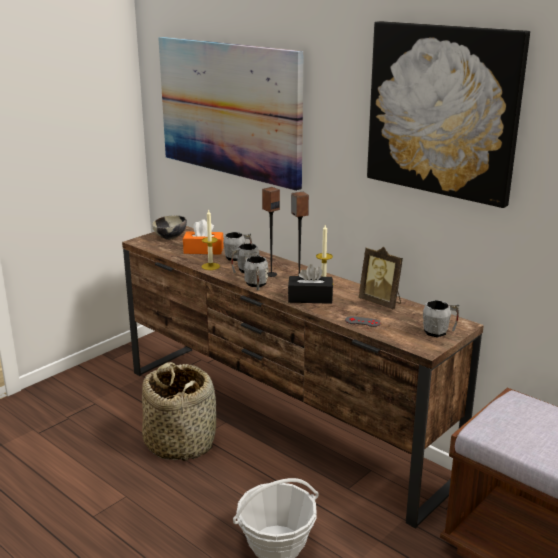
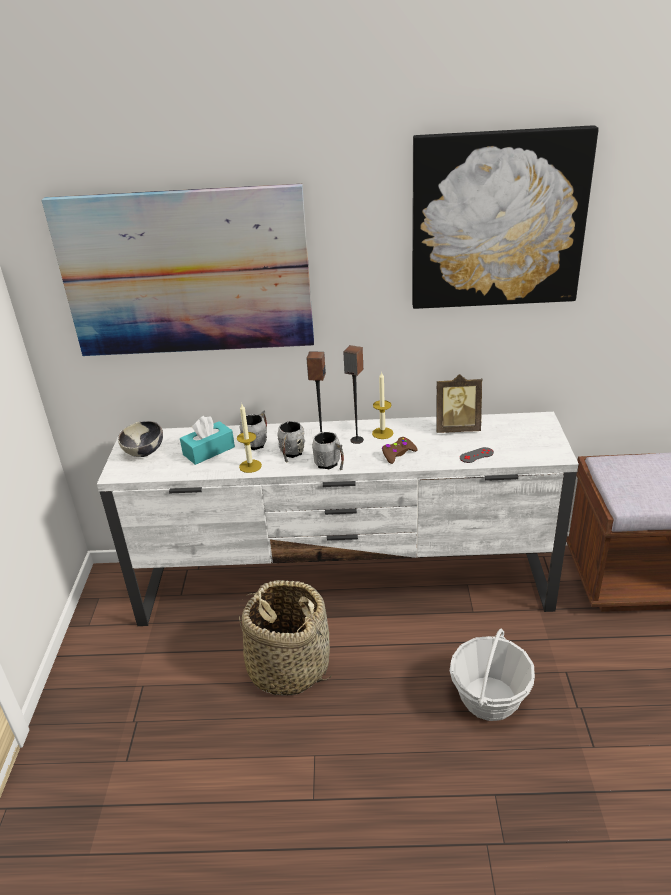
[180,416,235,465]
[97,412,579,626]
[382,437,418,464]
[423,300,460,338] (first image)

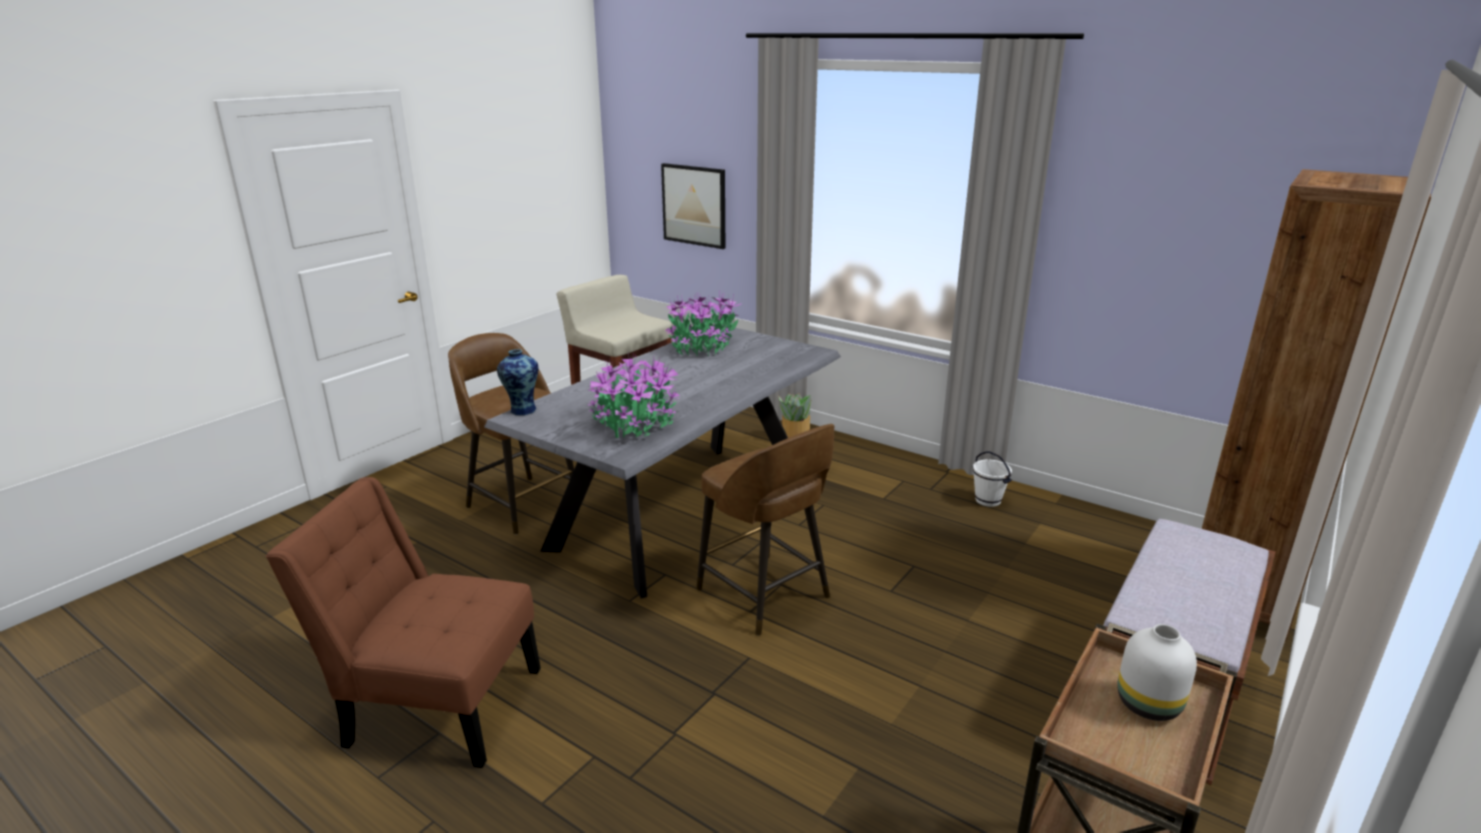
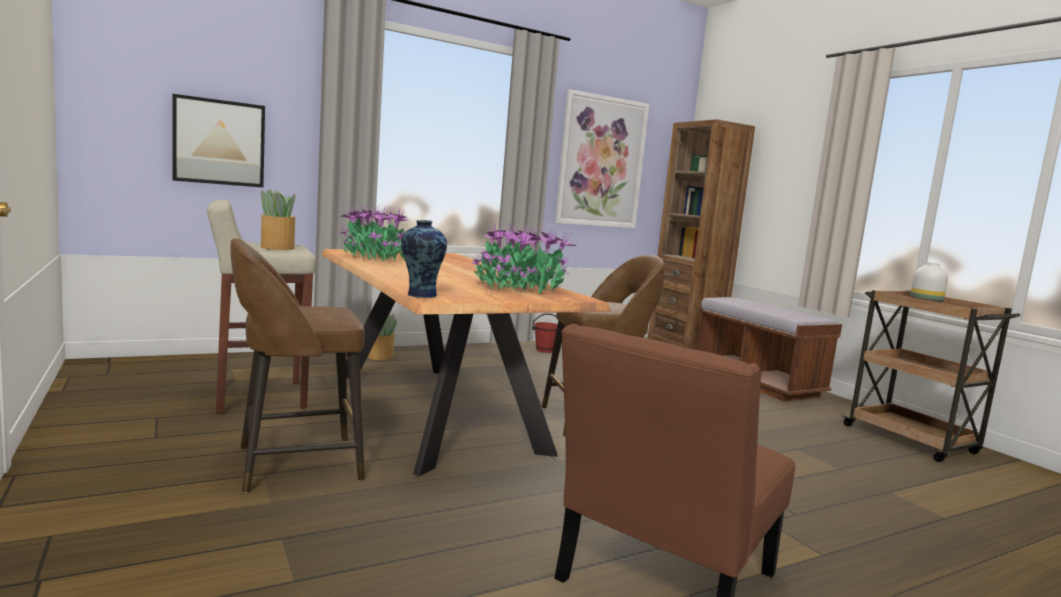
[321,249,611,476]
[532,313,558,353]
[555,89,649,228]
[261,189,296,250]

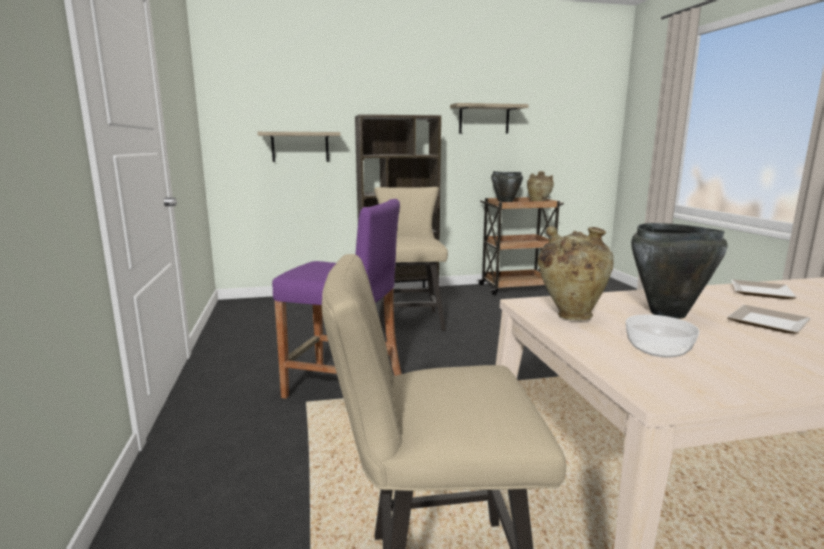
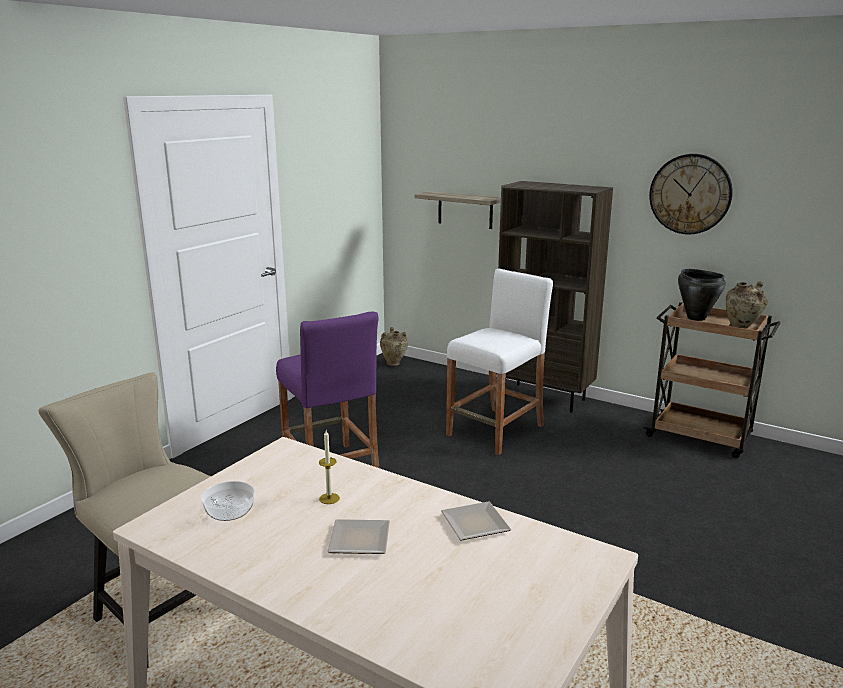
[649,154,733,235]
[446,269,553,455]
[319,430,340,504]
[380,327,408,366]

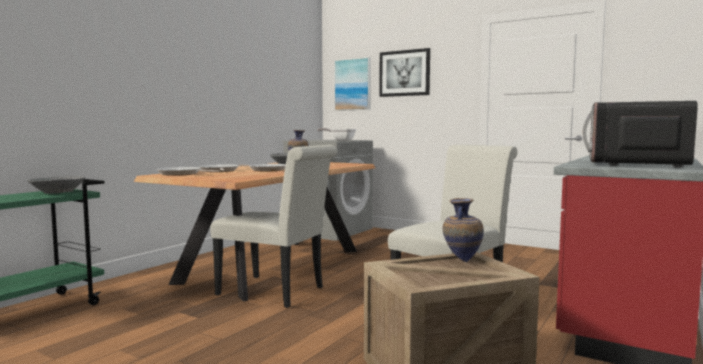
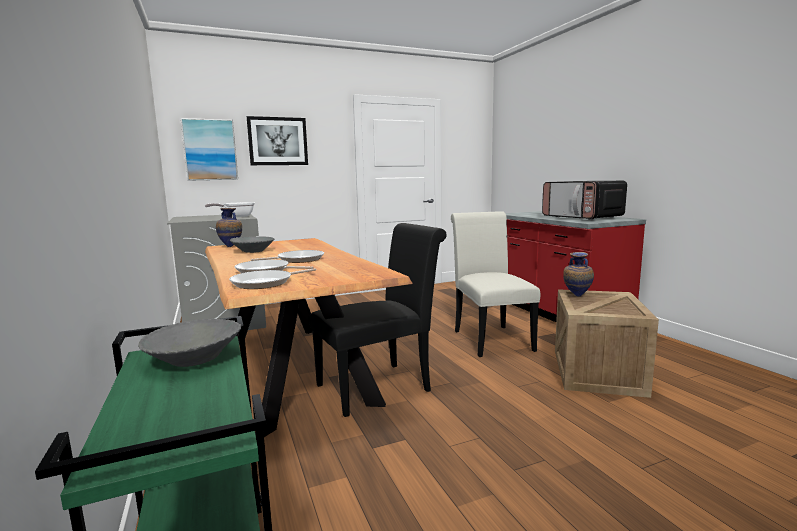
[309,223,447,417]

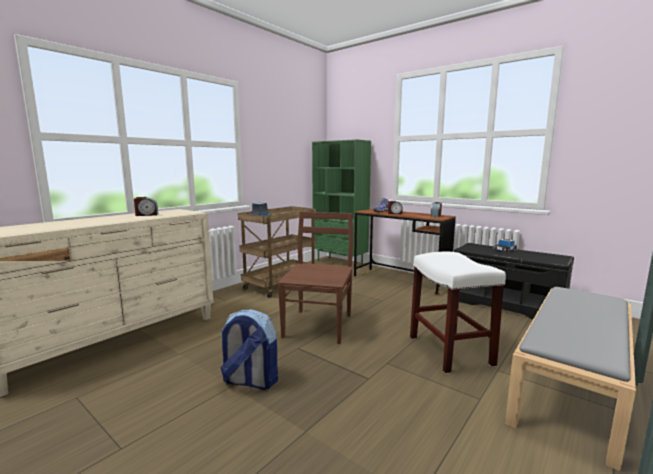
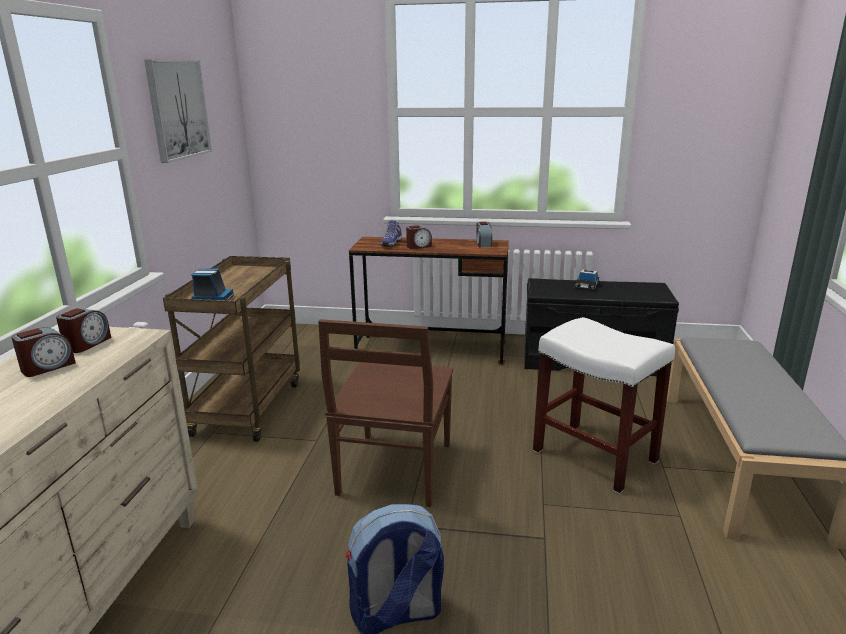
[312,139,371,265] (first image)
[318,319,453,507]
[144,59,212,163]
[56,308,111,353]

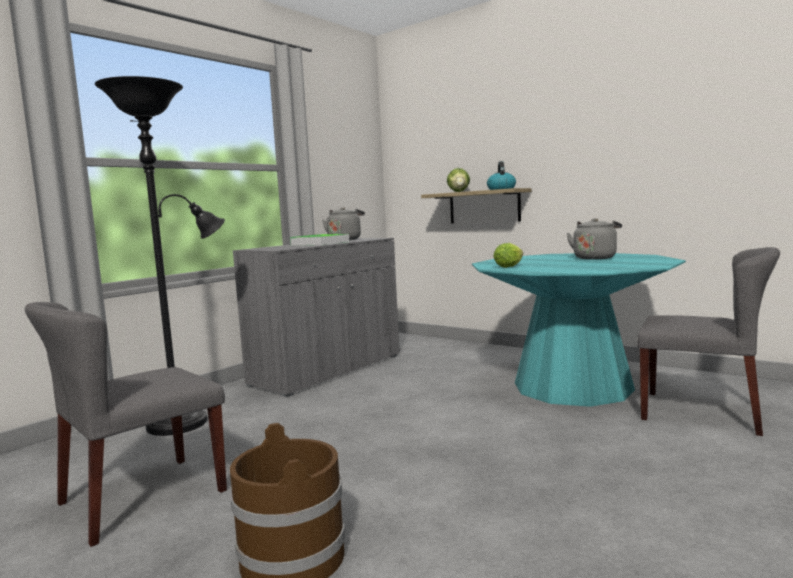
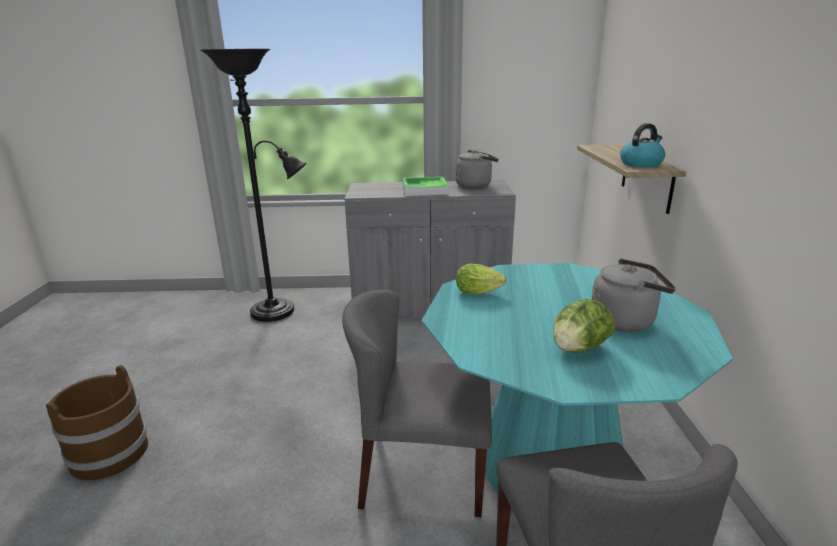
[553,299,615,353]
[342,289,492,517]

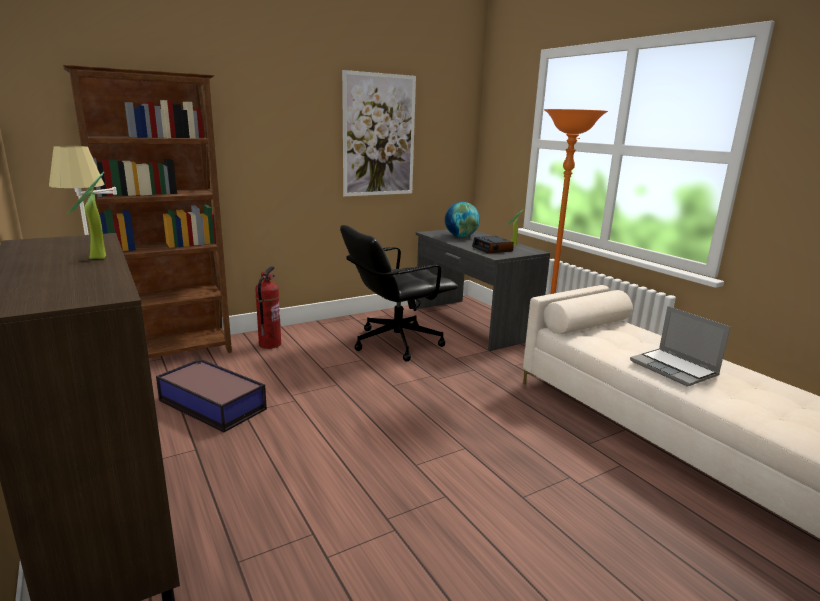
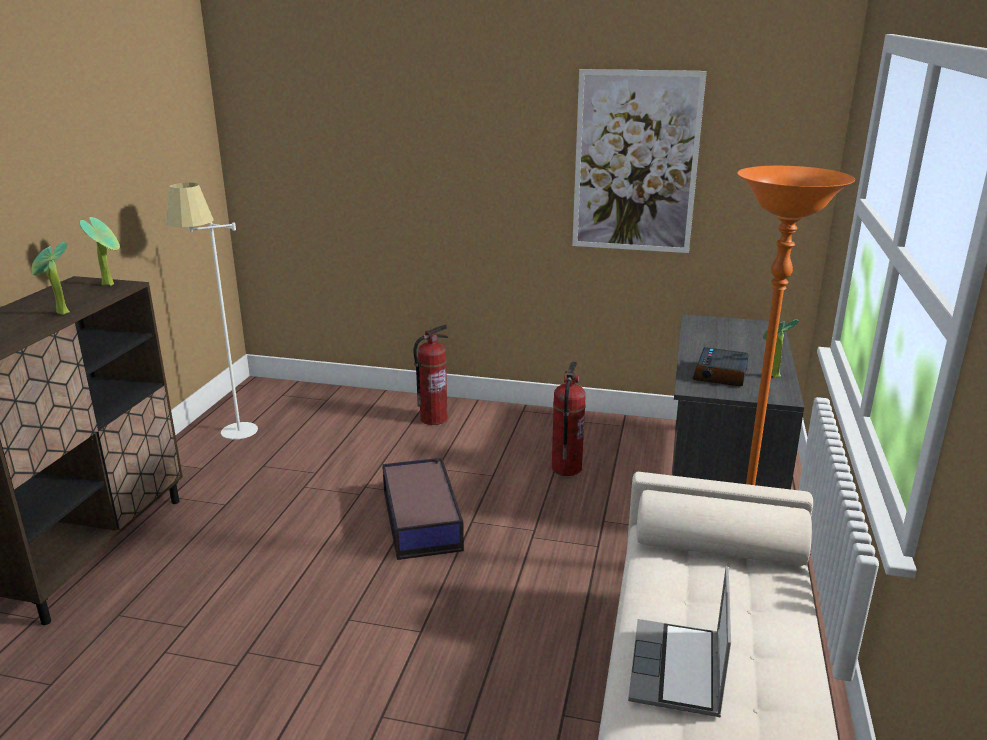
[63,65,232,358] (first image)
[445,202,480,237] (first image)
[552,361,586,476]
[382,458,464,560]
[79,217,120,286]

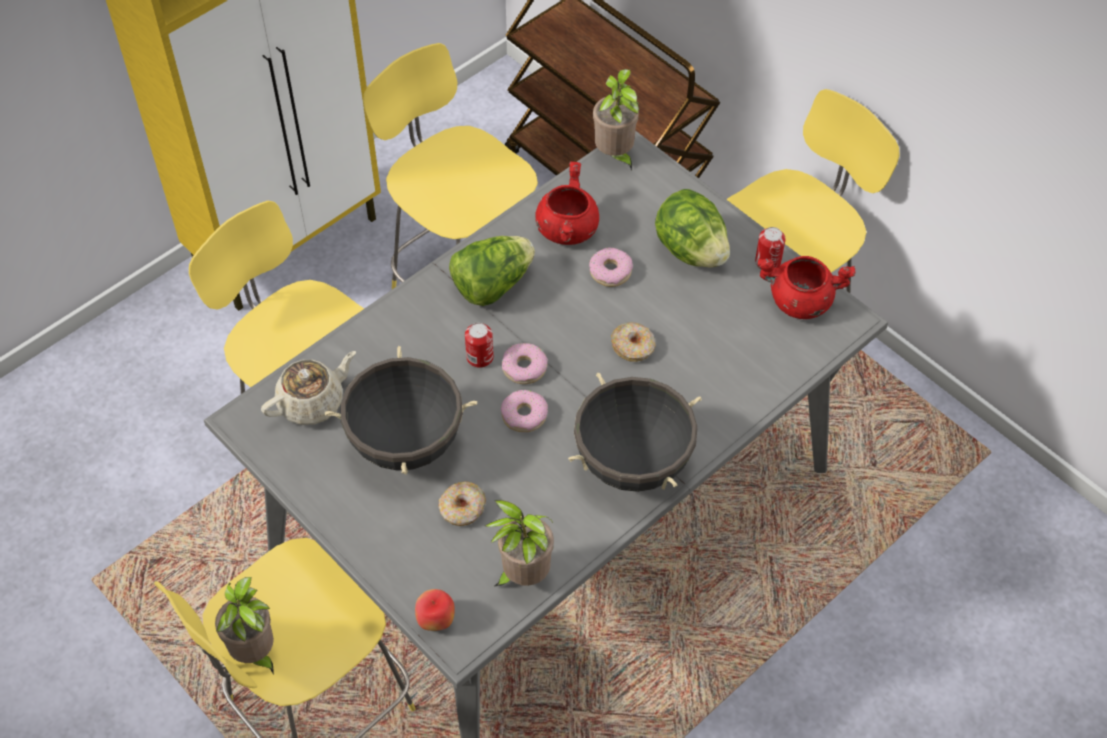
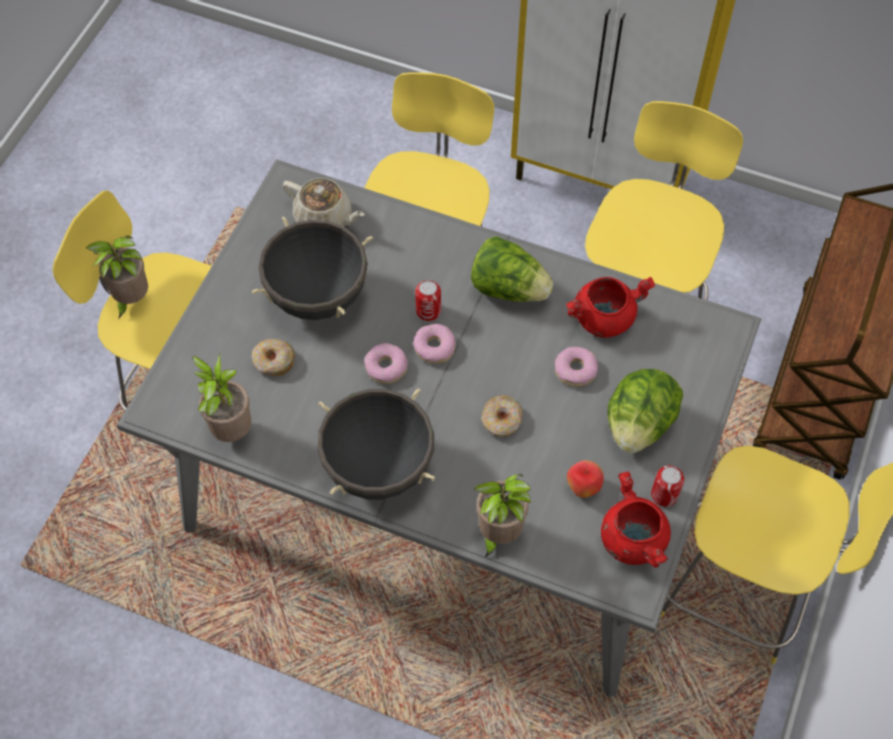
[474,474,531,557]
[567,460,604,498]

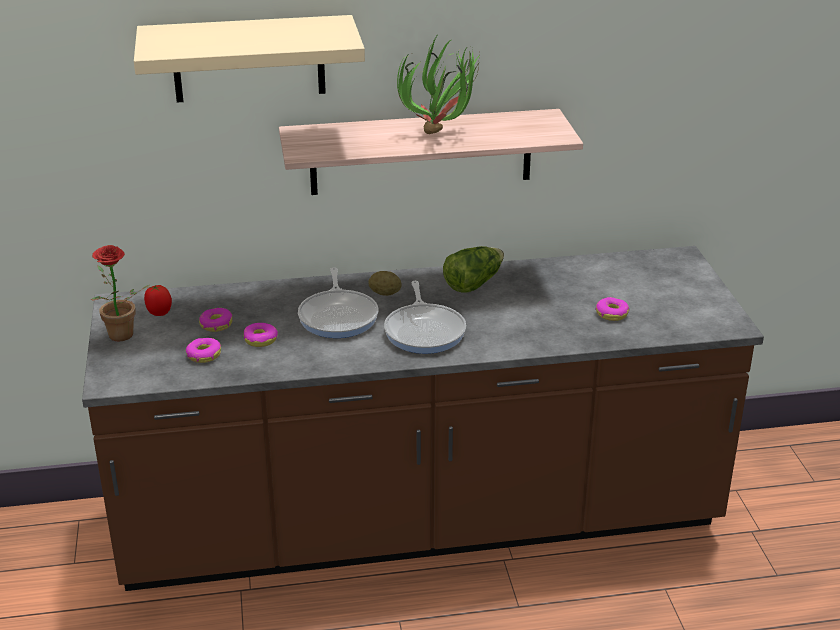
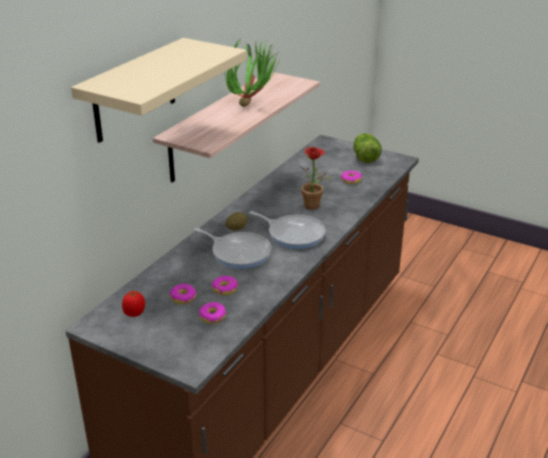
[299,147,332,210]
[353,133,381,163]

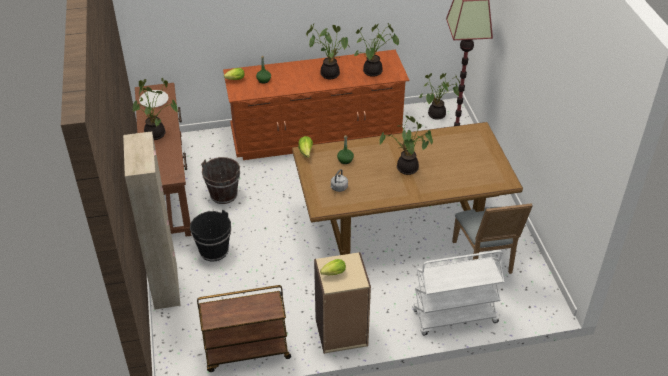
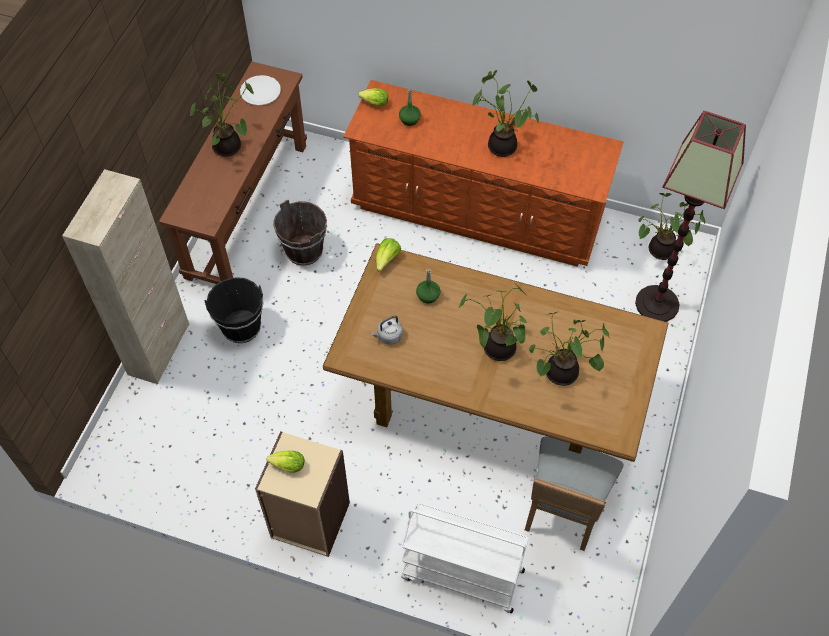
[529,311,610,386]
[197,285,291,372] (first image)

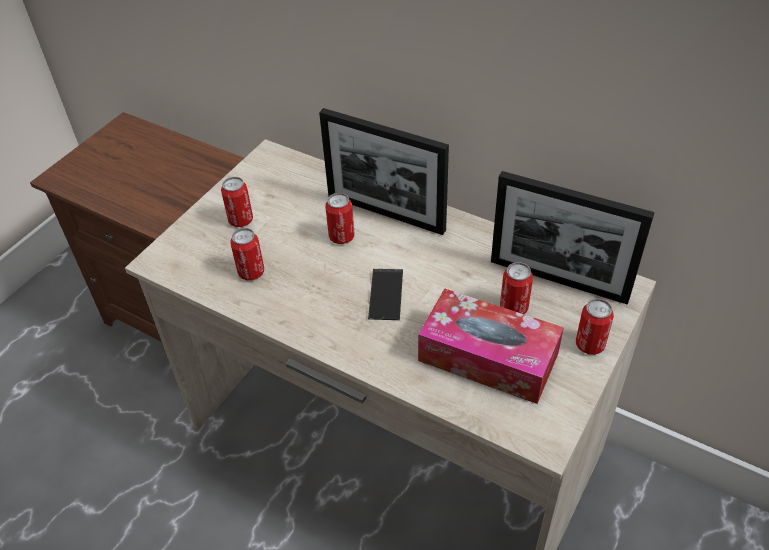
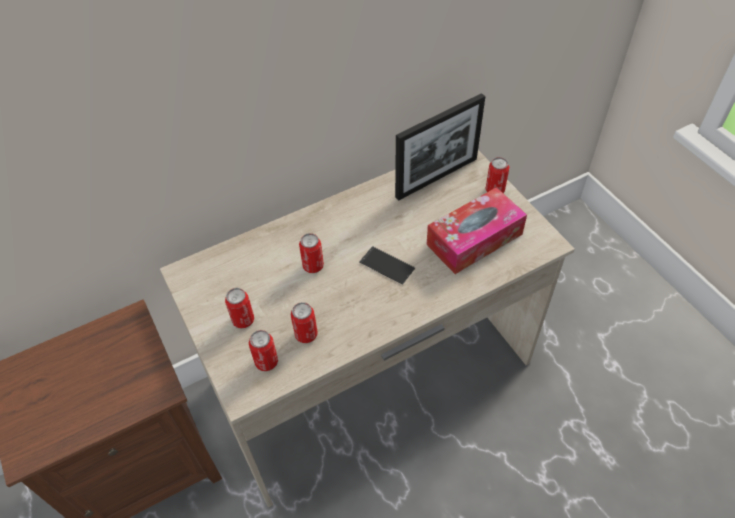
[319,108,449,235] (first image)
[249,330,278,371]

